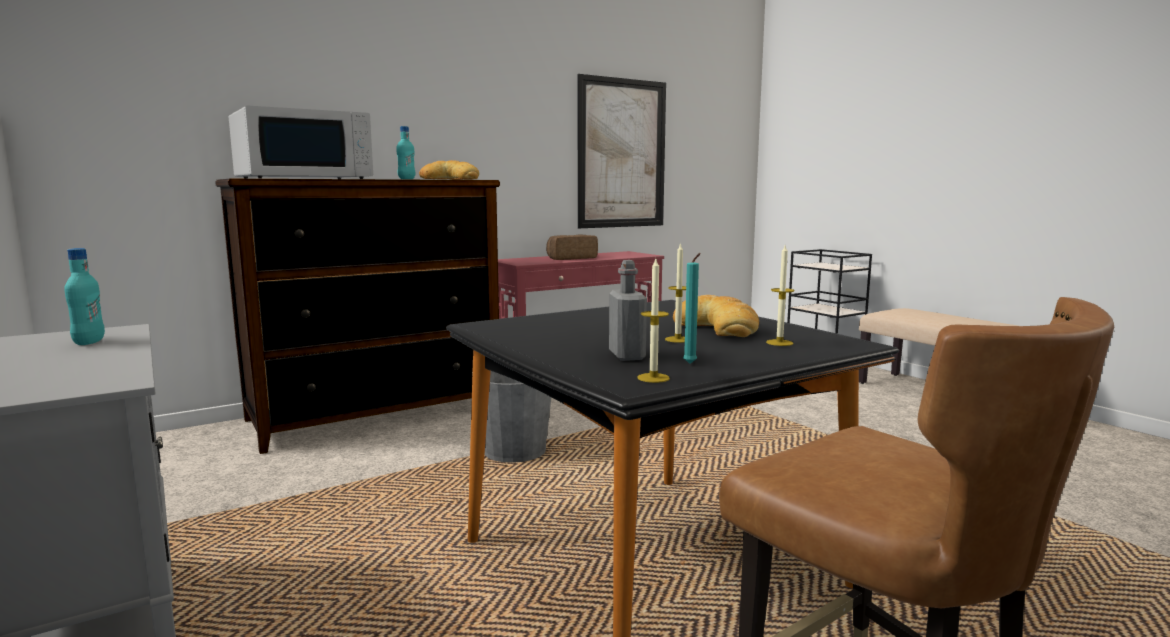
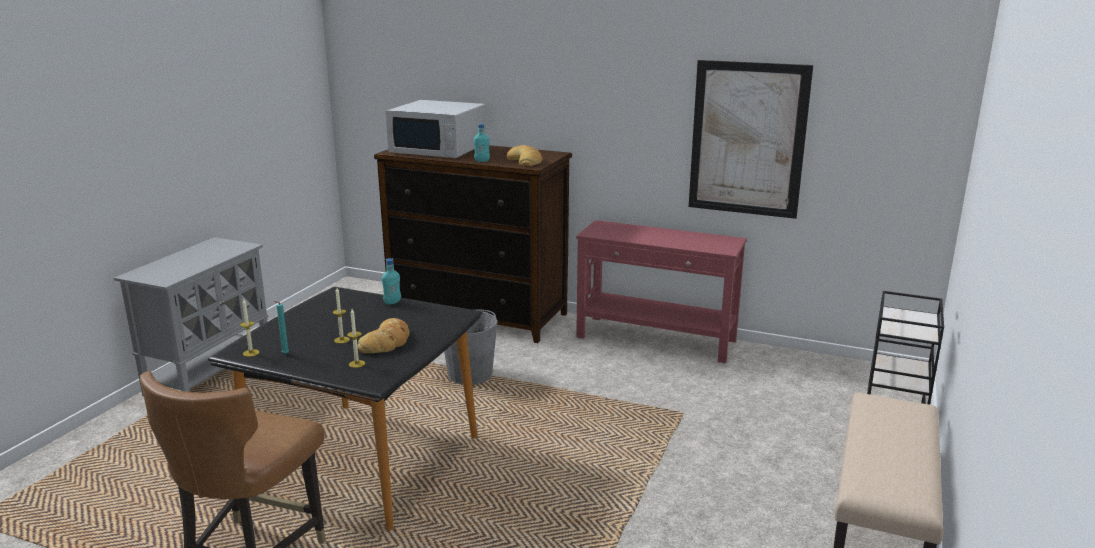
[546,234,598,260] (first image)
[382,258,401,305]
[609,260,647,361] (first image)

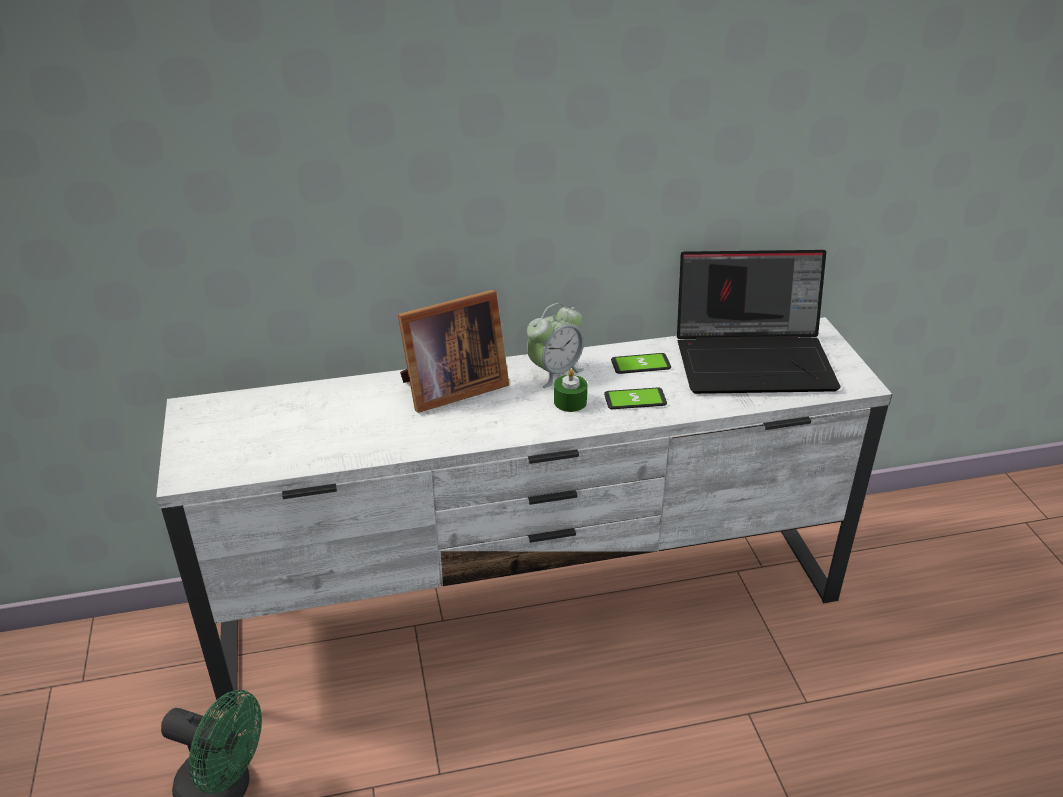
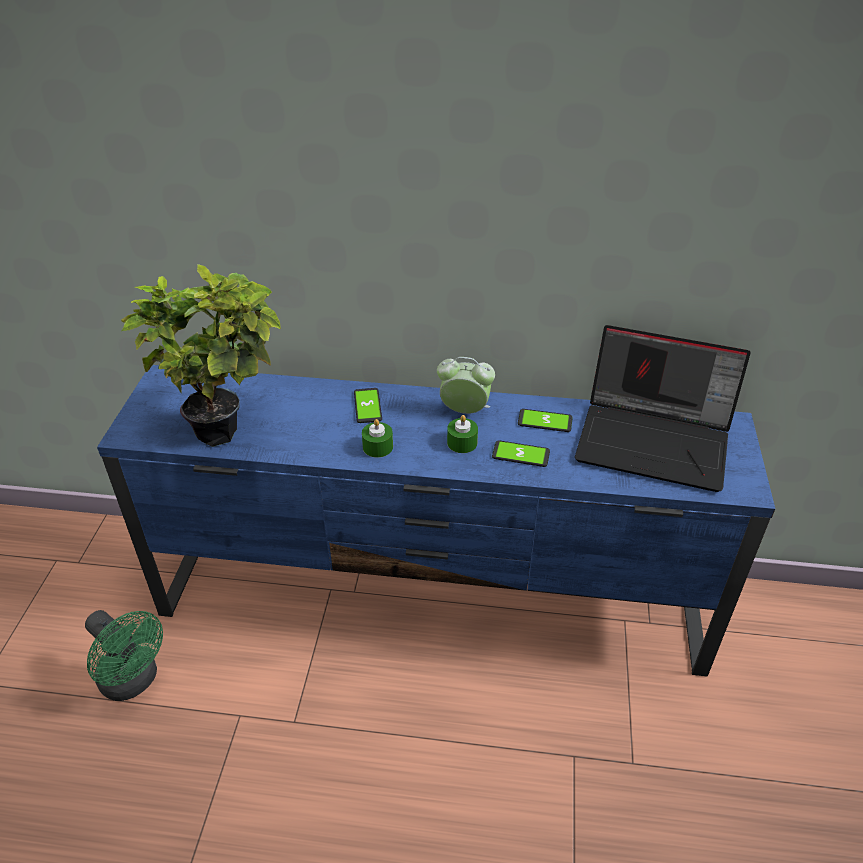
[354,388,382,423]
[437,357,495,414]
[97,365,775,677]
[121,264,281,447]
[362,419,393,458]

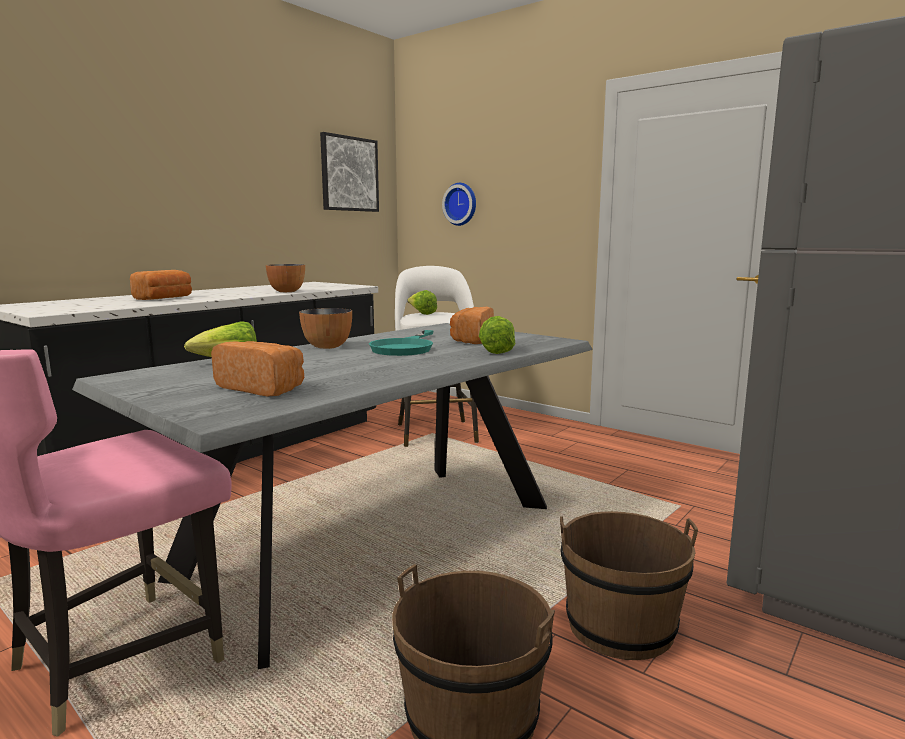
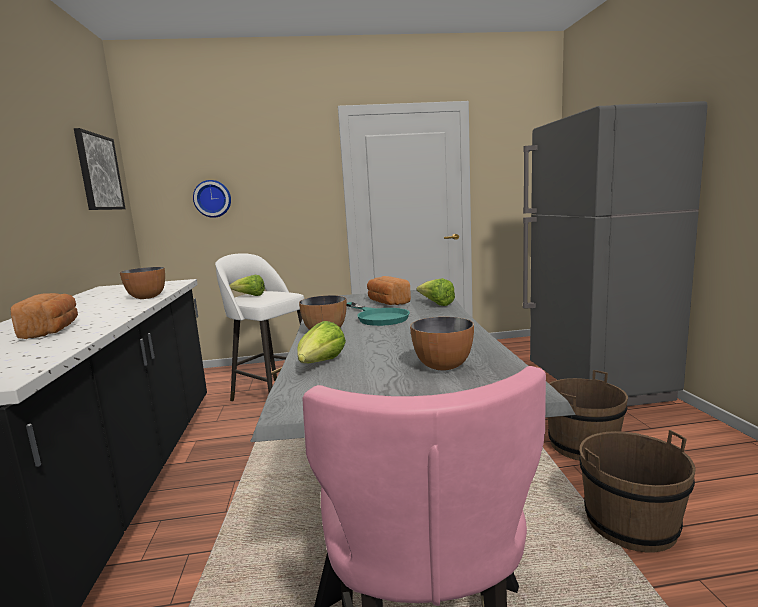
[410,317,474,371]

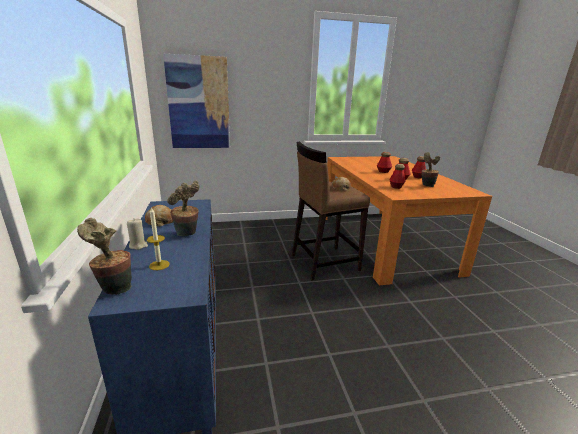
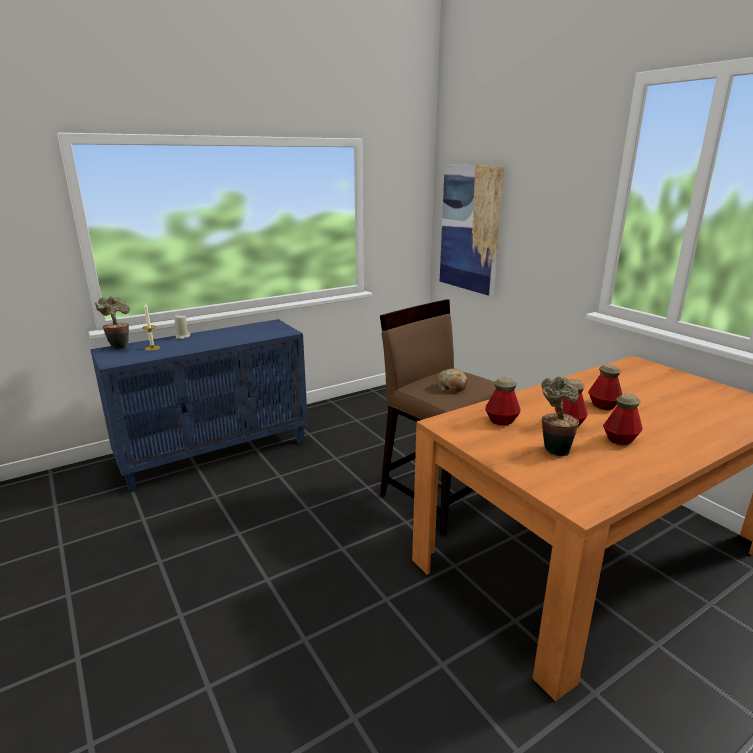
[167,180,199,236] (first image)
[145,205,173,226] (first image)

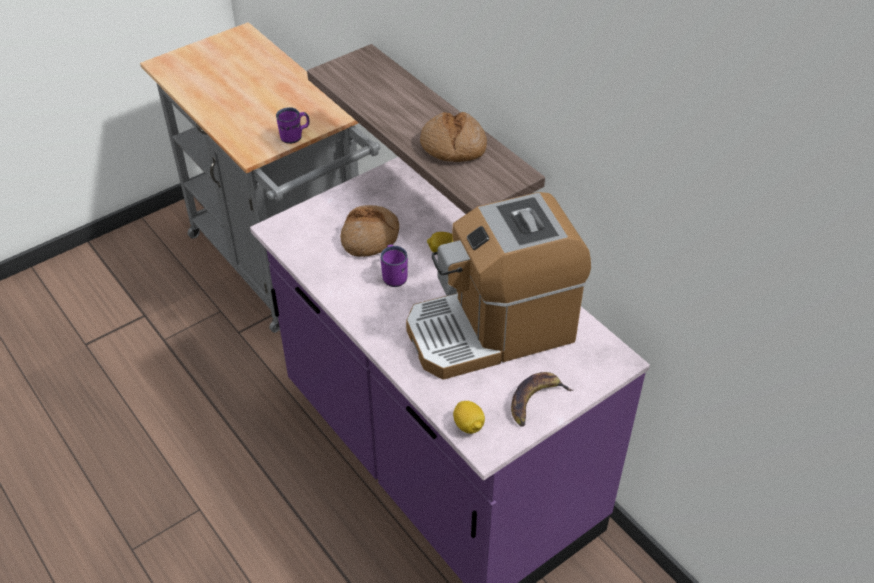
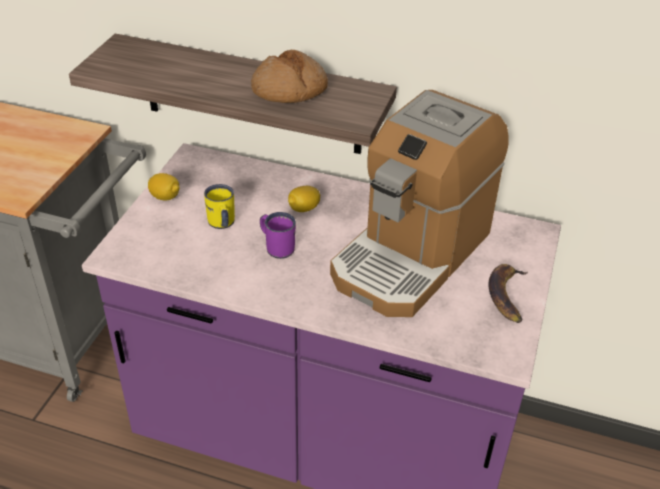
[276,107,310,144] (first image)
[204,184,235,229]
[148,173,180,201]

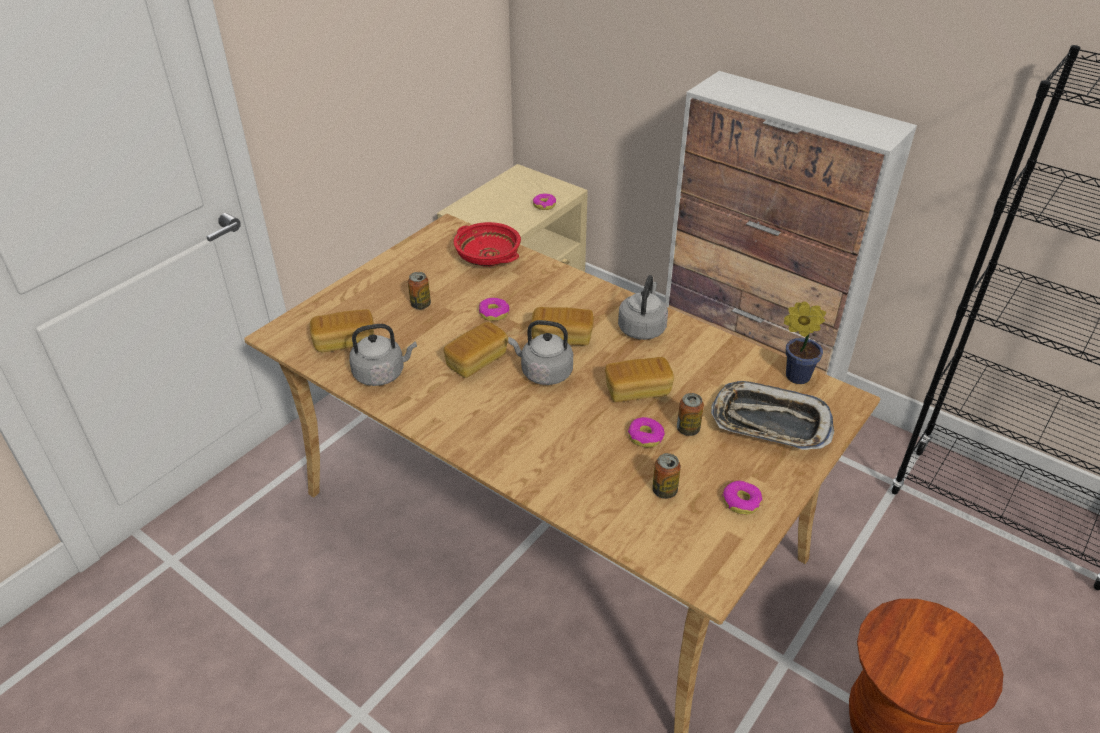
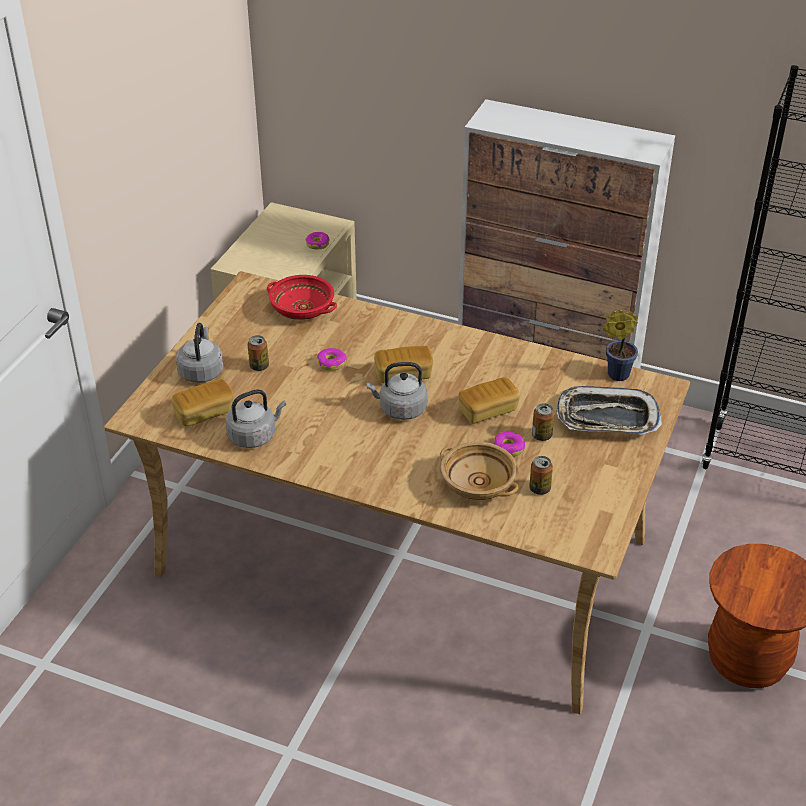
[176,323,223,383]
[444,322,508,378] (first image)
[722,481,762,515] (first image)
[440,442,519,500]

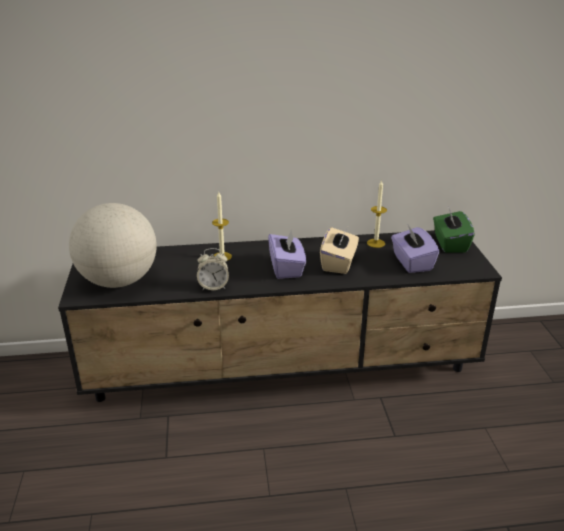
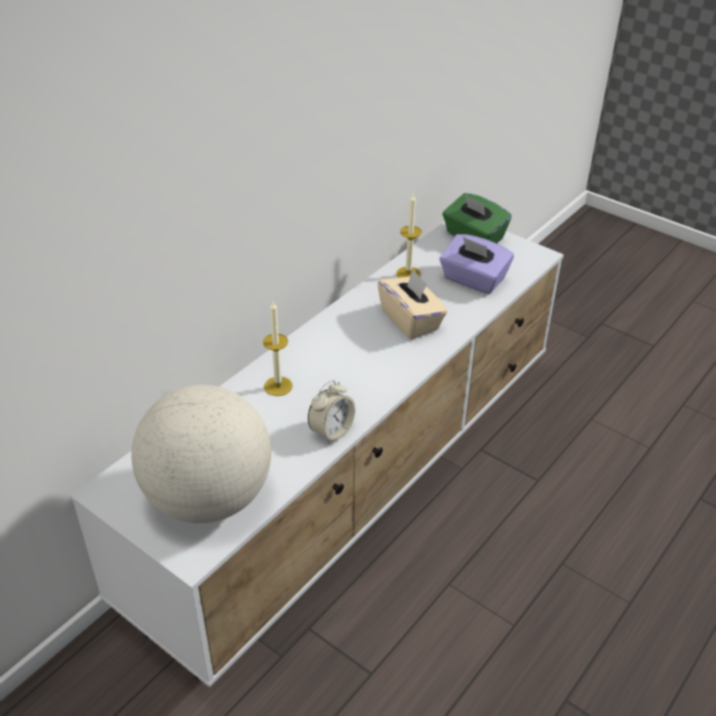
[268,229,306,279] (first image)
[70,221,564,687]

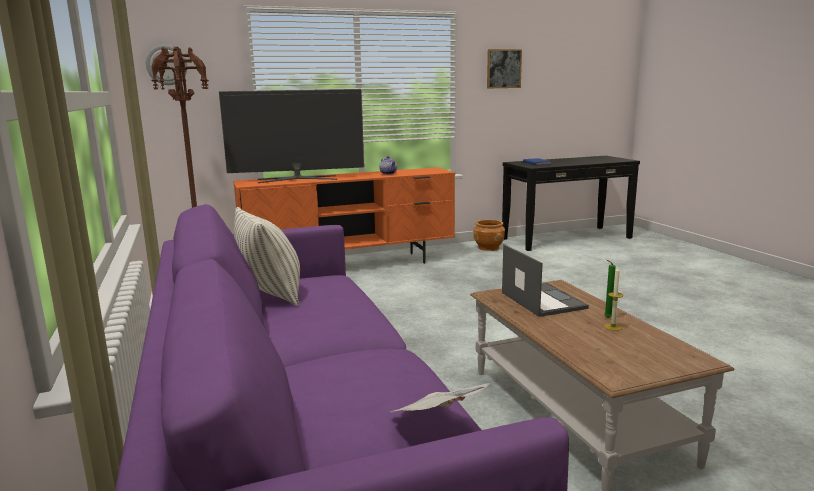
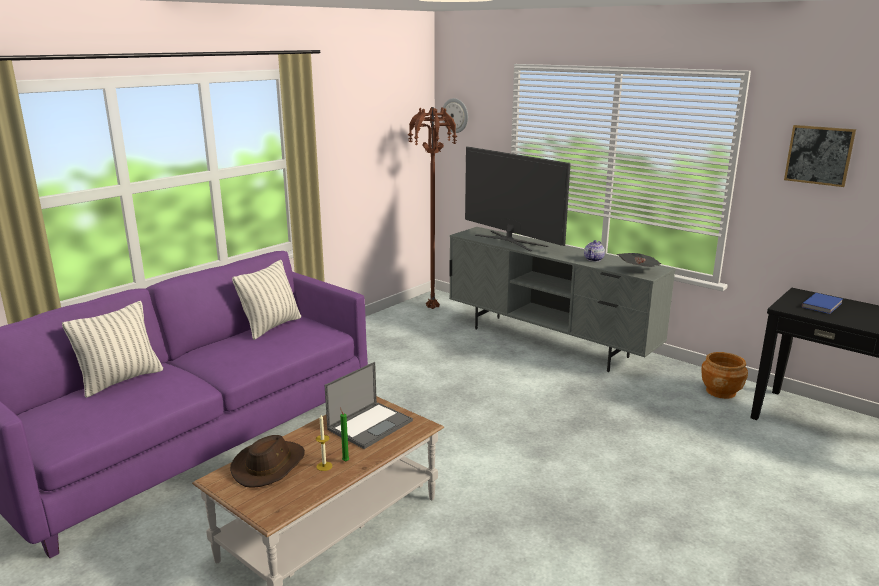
[449,227,676,372]
[617,253,661,267]
[62,301,163,398]
[230,435,305,488]

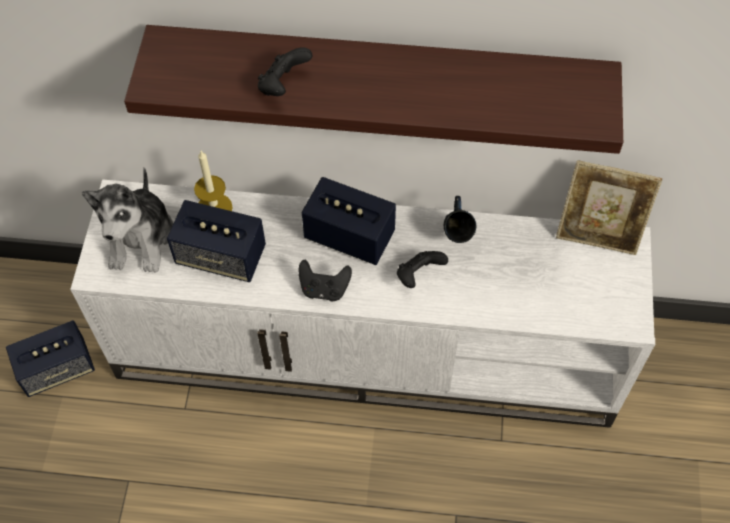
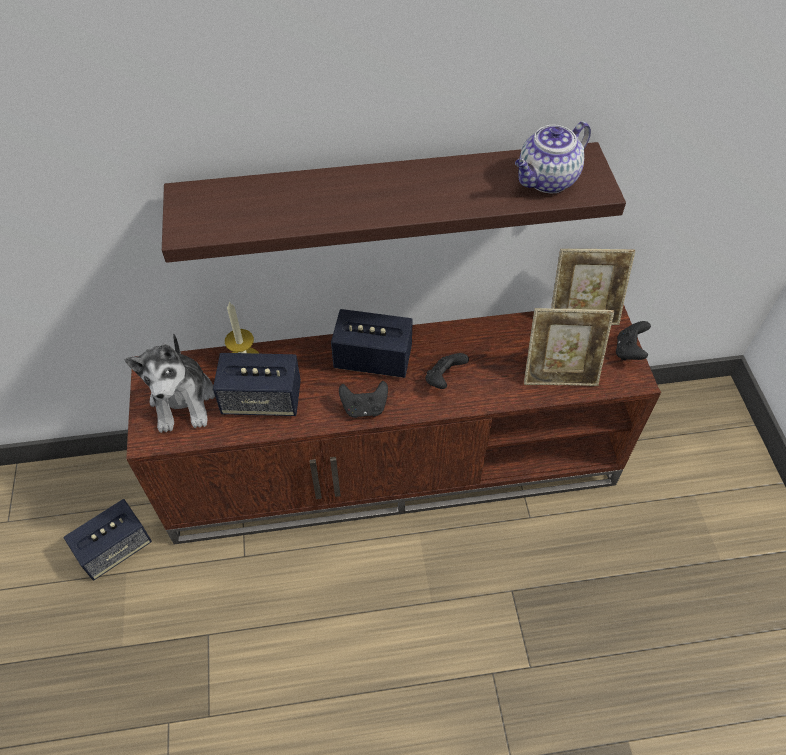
[616,321,651,360]
[126,305,661,544]
[444,196,477,243] (first image)
[515,121,591,193]
[524,308,614,386]

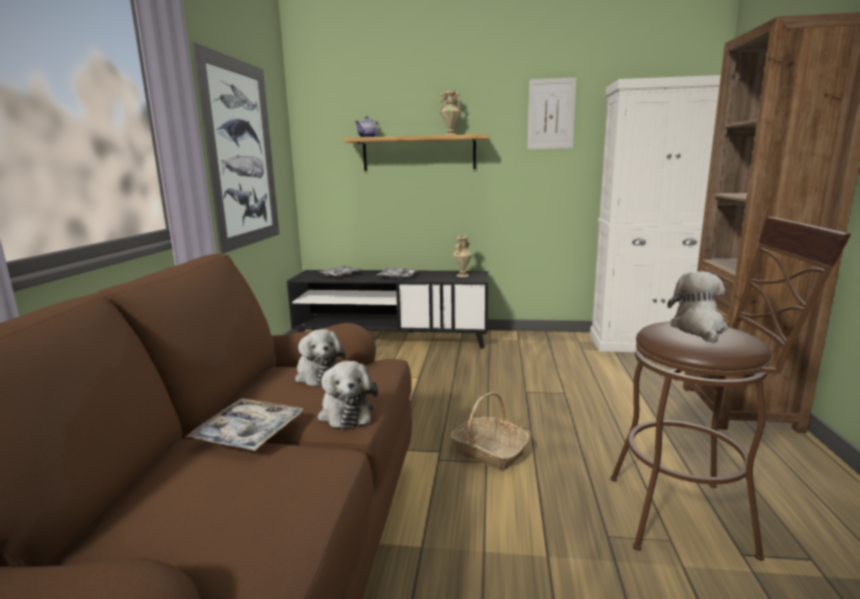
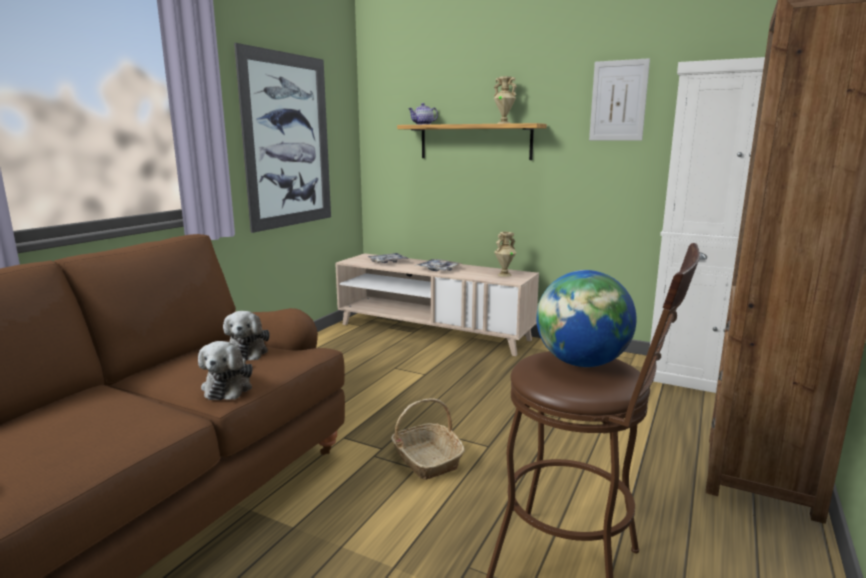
[335,253,539,356]
[536,270,637,367]
[184,398,303,451] (first image)

